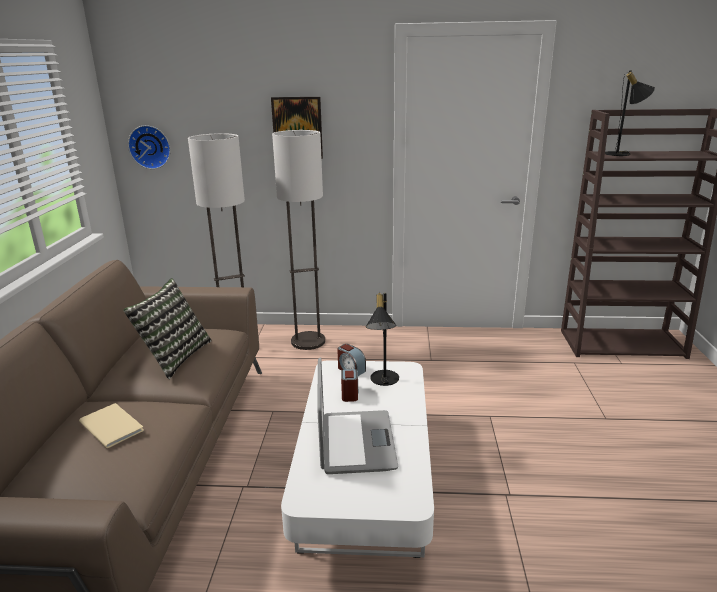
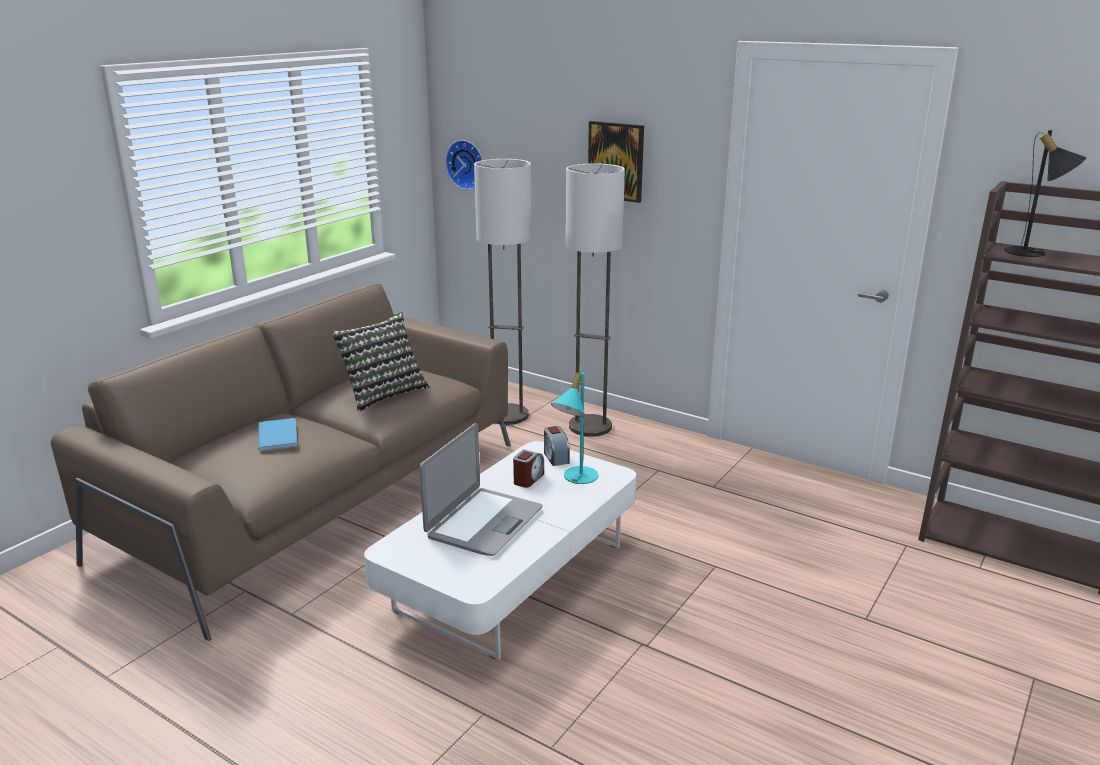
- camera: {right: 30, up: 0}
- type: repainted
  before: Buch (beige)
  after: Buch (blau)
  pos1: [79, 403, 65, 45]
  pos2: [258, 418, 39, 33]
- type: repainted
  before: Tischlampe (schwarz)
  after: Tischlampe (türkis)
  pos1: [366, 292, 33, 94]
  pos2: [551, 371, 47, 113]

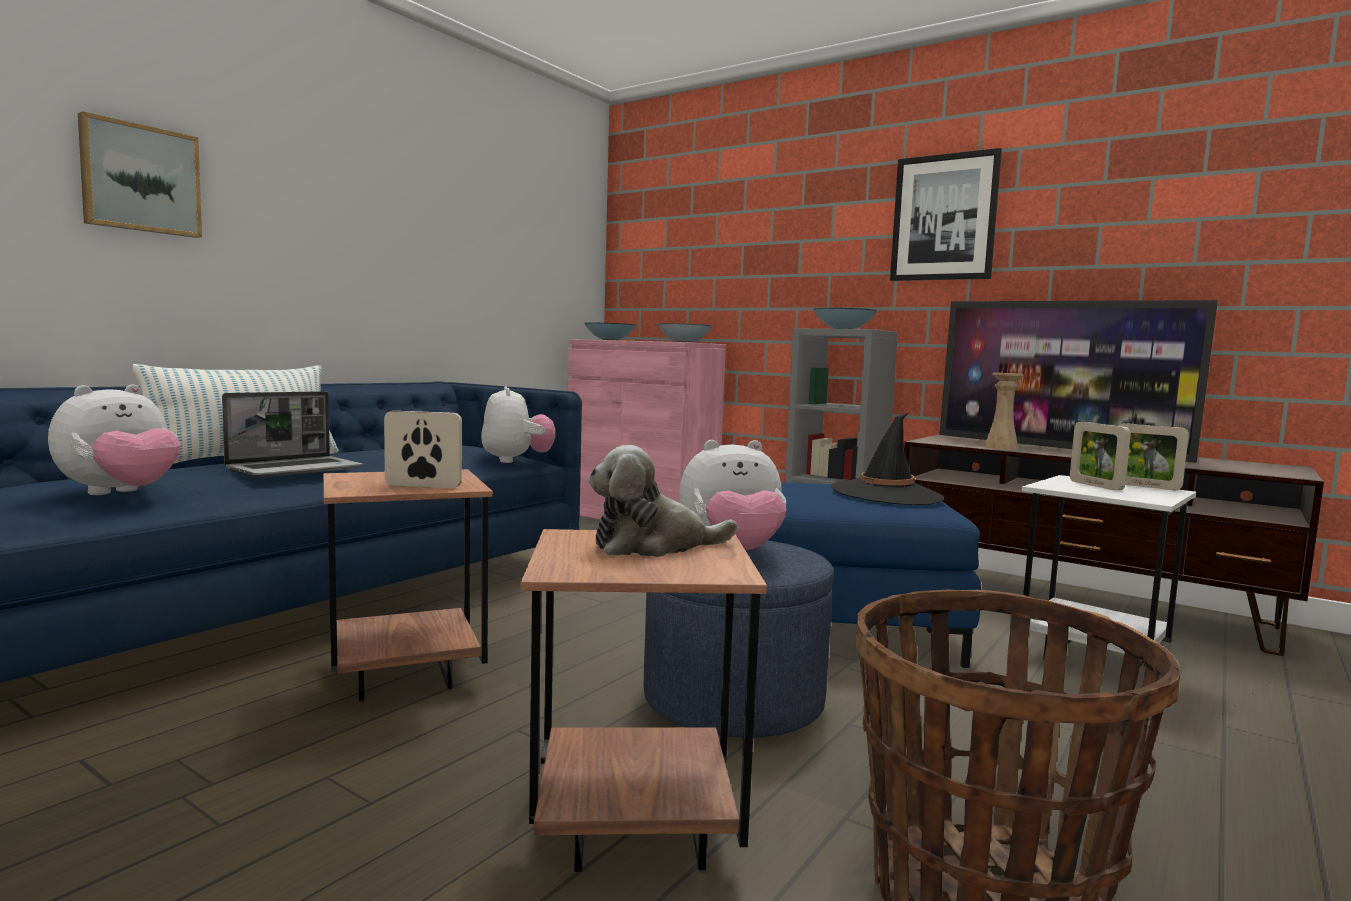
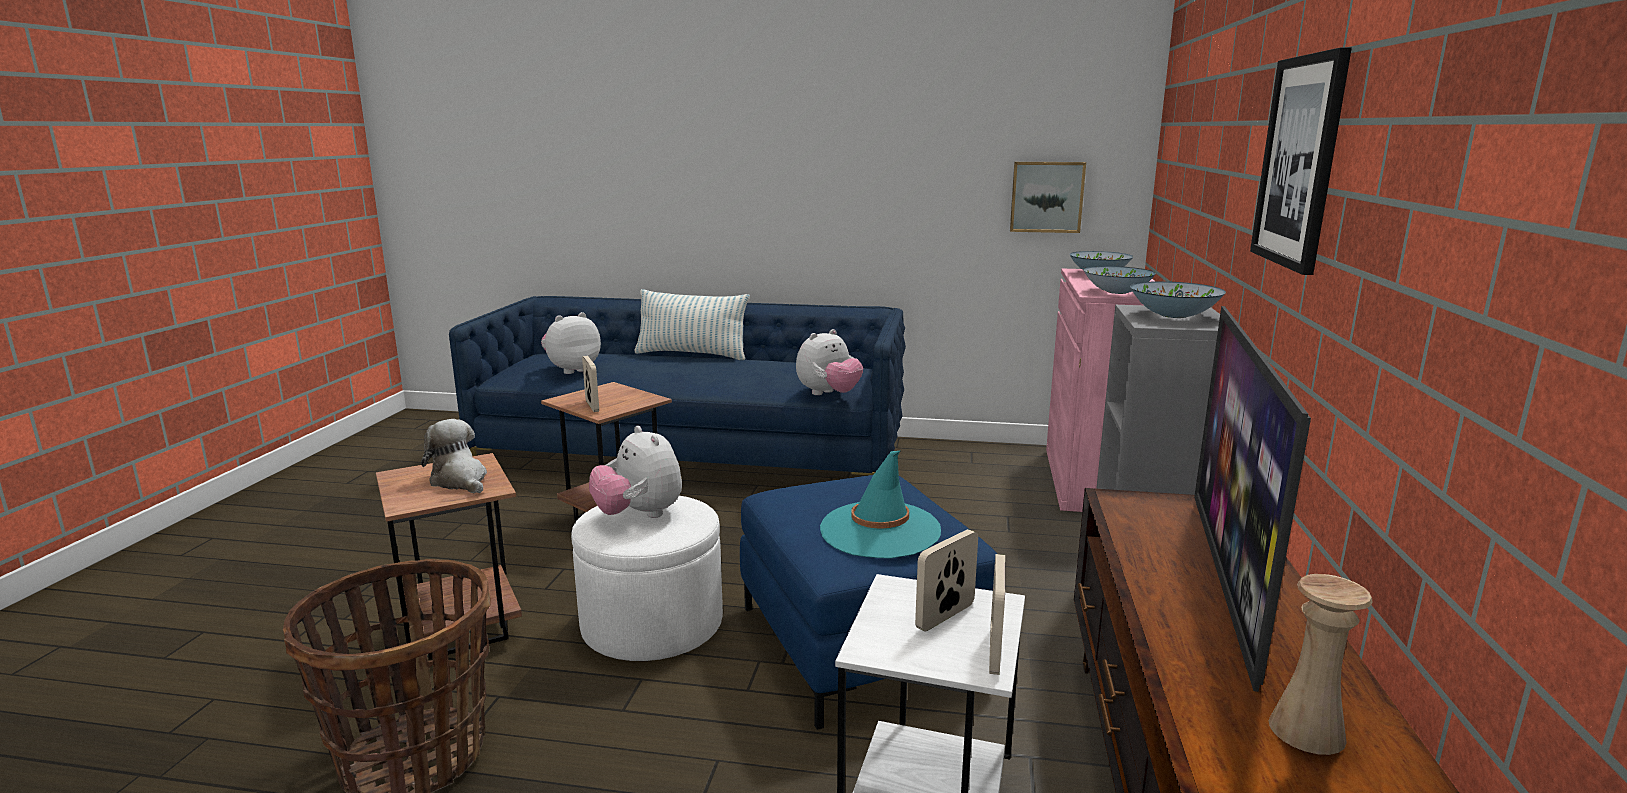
- camera: {right: 65, up: 10}
- type: rotated
  before: Plüschtier
  pos1: [48, 385, 133, 110]
  pos2: [541, 312, 60, 62]
  turn: 135
- type: repainted
  before: Polsterhocker (blau)
  after: Polsterhocker (weiß)
  pos1: [644, 540, 190, 198]
  pos2: [571, 496, 152, 165]
- type: repainted
  before: Hut (schwarz)
  after: Hut (türkis)
  pos1: [831, 413, 113, 92]
  pos2: [820, 451, 121, 108]
- type: shifted
  before: Bild
  pos1: [78, 111, 124, 127]
  pos2: [1010, 162, 76, 71]
- type: shifted
  before: Vase (beige)
  pos1: [984, 373, 39, 77]
  pos2: [1269, 574, 104, 181]
- type: gone
  before: Laptop
  pos1: [222, 391, 141, 87]

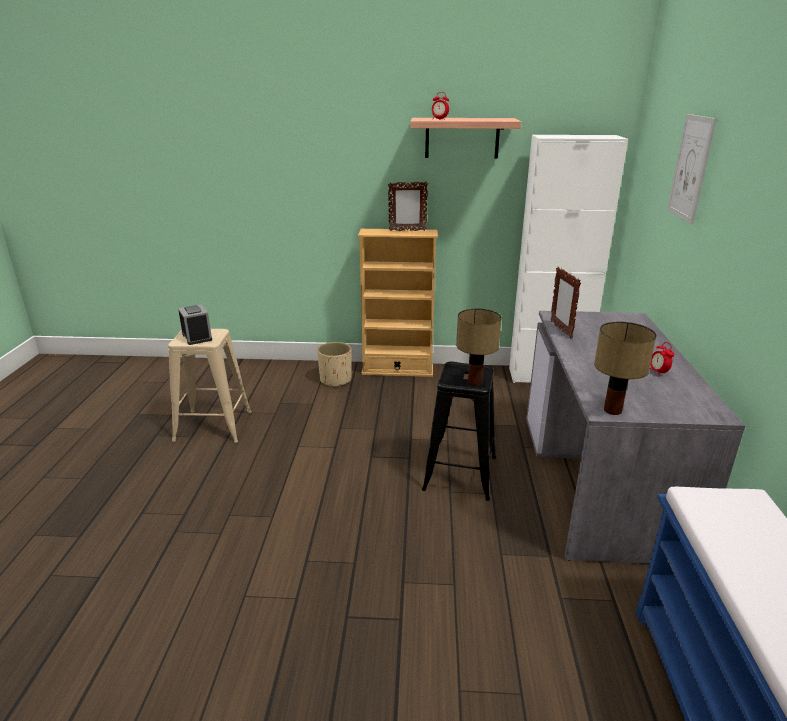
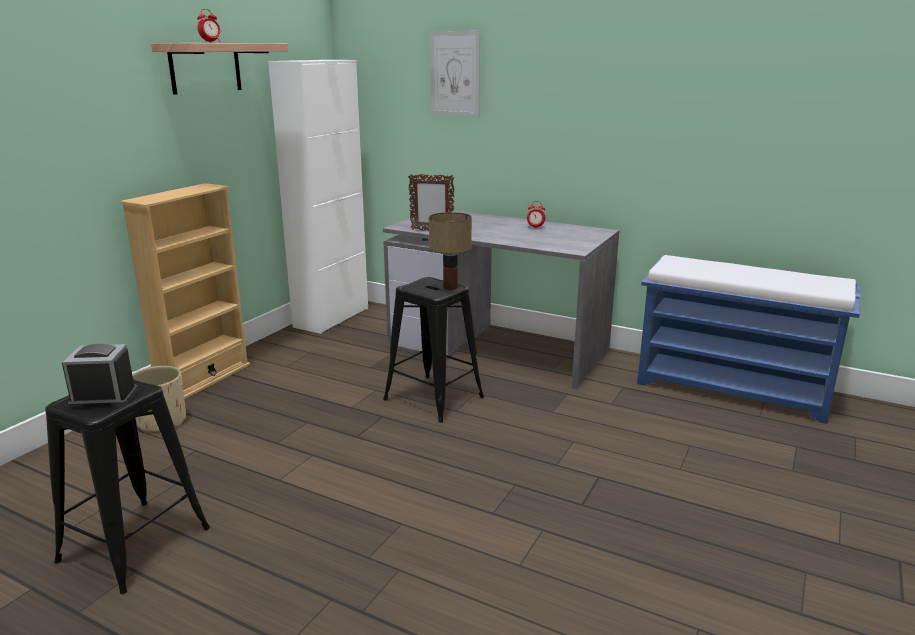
- camera: {right: -65, up: -5}
- type: repainted
  before: Hocker (beige)
  after: Hocker (schwarz)
  pos1: [168, 329, 84, 114]
  pos2: [45, 379, 165, 215]
- type: gone
  before: Bilderrahmen
  pos1: [388, 181, 40, 50]
- type: gone
  before: Tischlampe
  pos1: [594, 322, 63, 93]

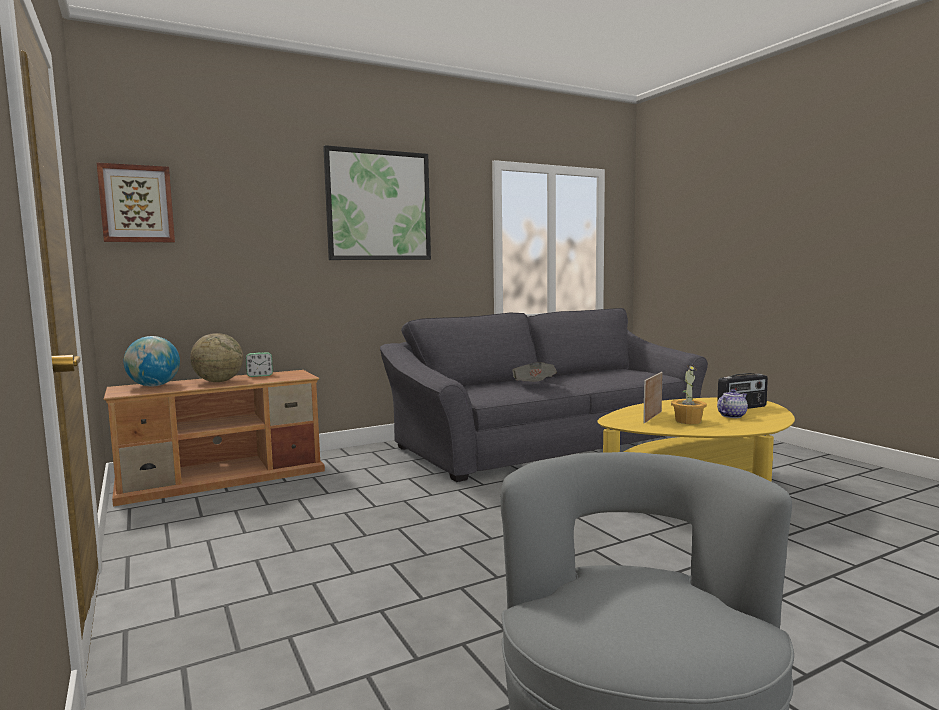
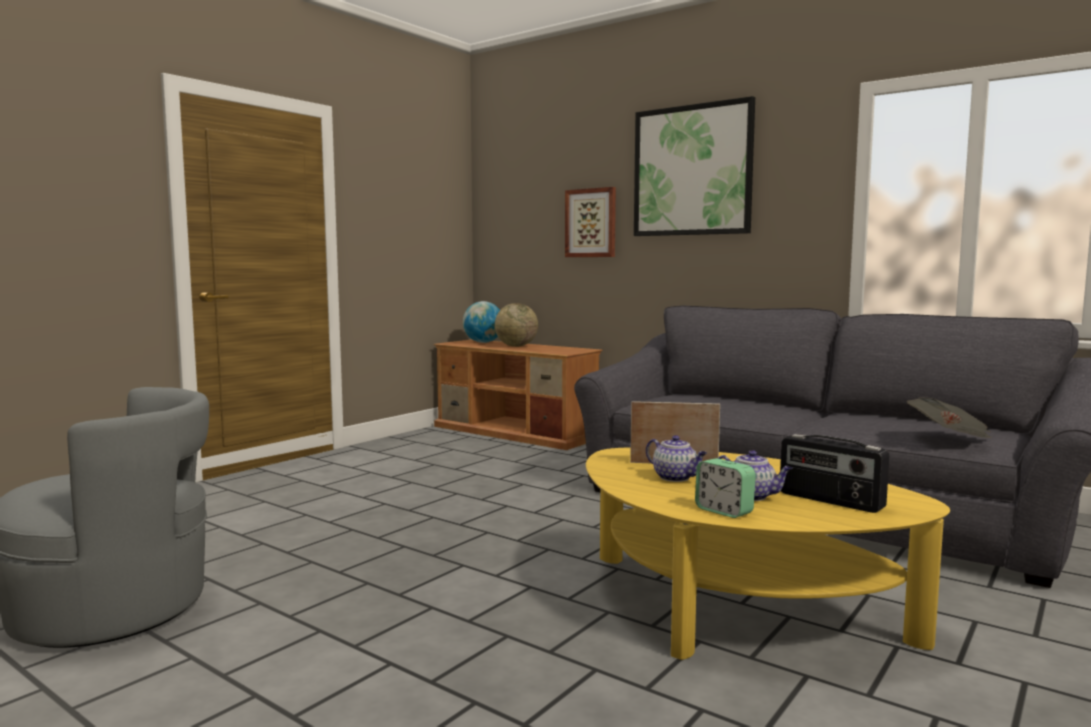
- camera: {right: 65, up: 0}
- type: shifted
  before: Bild
  pos1: [97, 163, 78, 79]
  pos2: [565, 187, 51, 70]
- type: swapped
  before: Topfpflanze
  after: Teekanne
  pos1: [671, 365, 36, 59]
  pos2: [646, 435, 61, 47]
- type: shifted
  before: Wecker
  pos1: [246, 352, 27, 25]
  pos2: [695, 458, 61, 60]
- type: shifted
  before: Zeitung
  pos1: [512, 362, 45, 20]
  pos2: [907, 398, 85, 40]

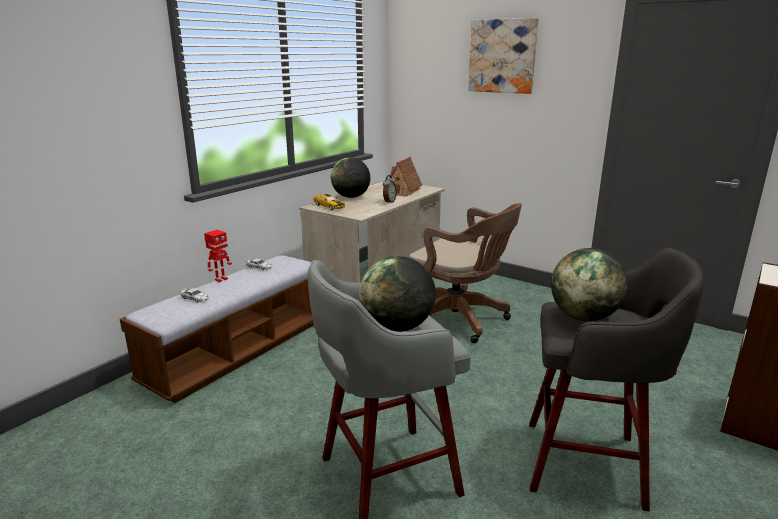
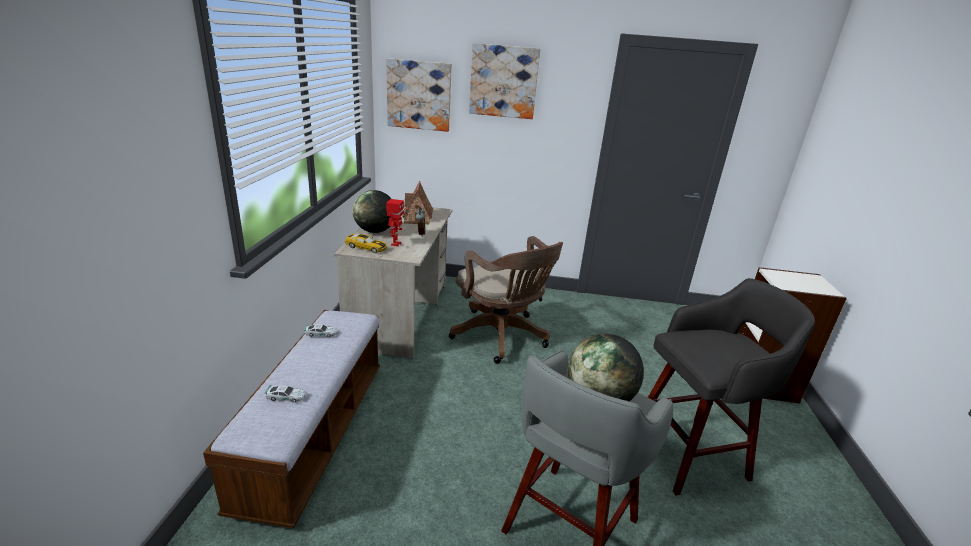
- camera: {right: -30, up: 5}
- type: new
  after: Bild
  pos2: [386, 59, 66, 73]
- type: shifted
  before: Spielzeugroboter
  pos1: [204, 230, 28, 52]
  pos2: [386, 199, 18, 47]
- type: rotated
  before: Bürostuhl (braun)
  pos1: [409, 203, 113, 140]
  pos2: [449, 236, 114, 128]
  turn: 45
- type: gone
  before: Globus
  pos1: [551, 248, 76, 73]

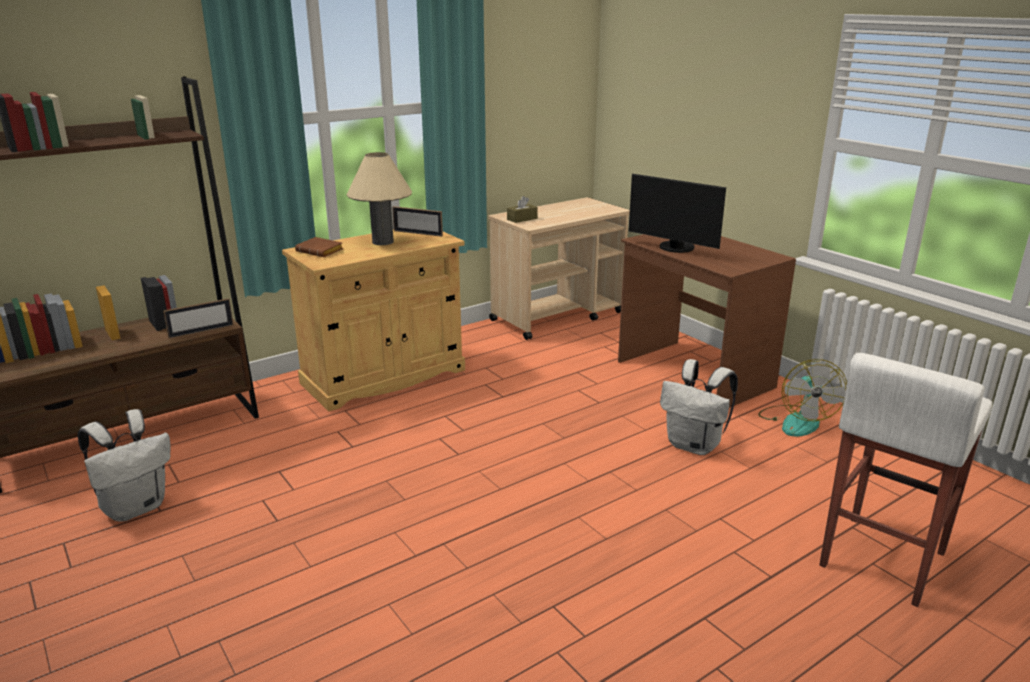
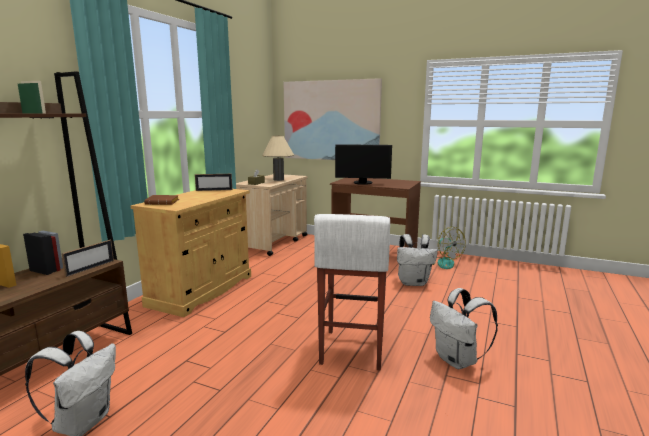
- camera: {right: -30, up: -10}
- type: shifted
  before: Tischlampe (beige)
  pos1: [347, 152, 65, 93]
  pos2: [262, 136, 32, 45]
- type: new
  after: Bild
  pos2: [283, 78, 99, 82]
- type: shifted
  before: Hocker (weiß)
  pos1: [819, 353, 173, 254]
  pos2: [314, 214, 76, 156]
- type: new
  after: Rucksack (weiß)
  pos2: [430, 288, 68, 81]

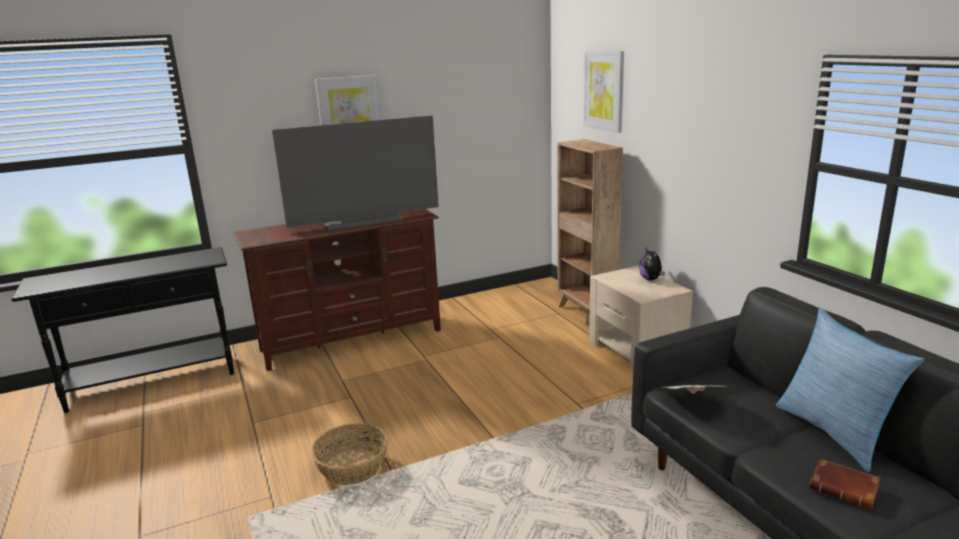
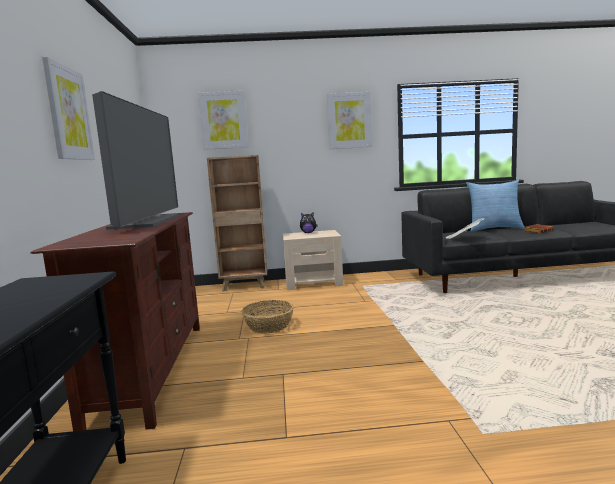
- camera: {right: -70, up: -10}
- type: shifted
  before: Korb
  pos1: [311, 423, 77, 62]
  pos2: [241, 300, 53, 34]
- type: new
  after: Bild
  pos2: [327, 92, 45, 57]

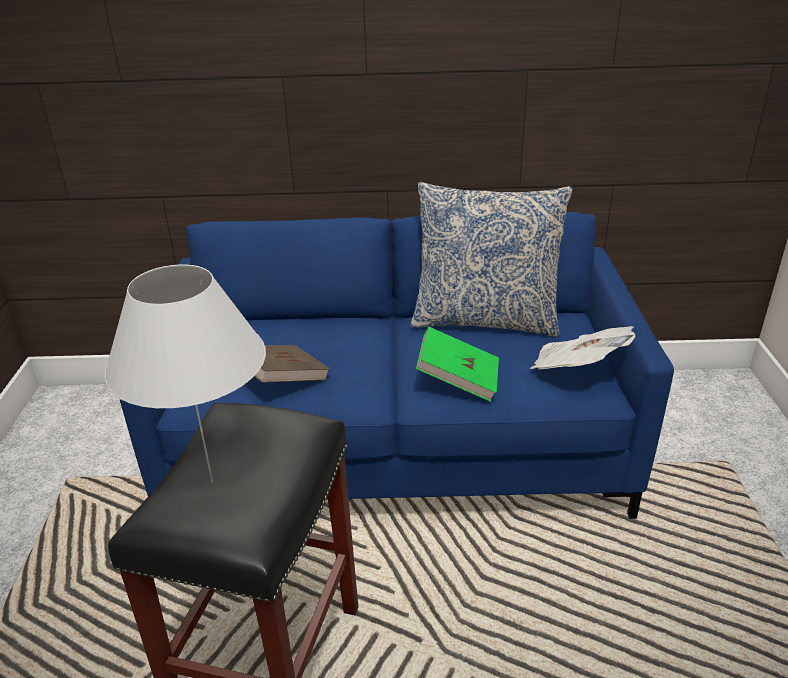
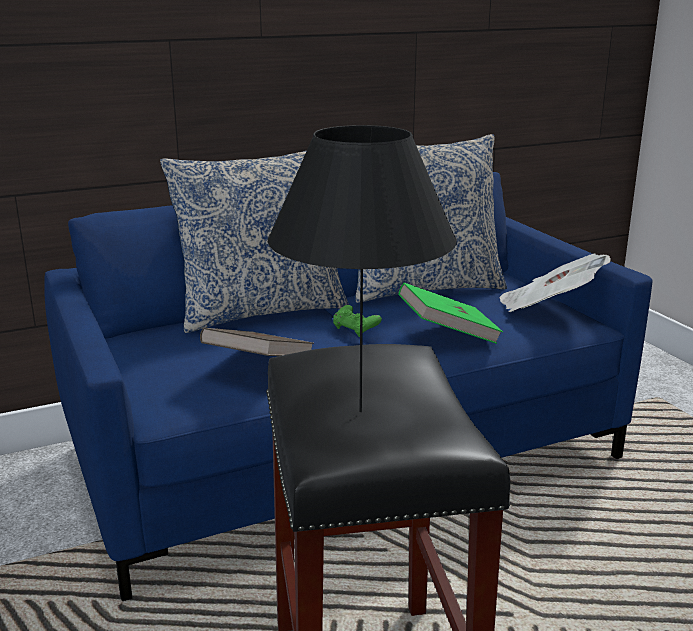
- camera: {right: -25, up: -10}
- type: new
  after: Kissen
  pos2: [160, 151, 189, 182]
- type: repainted
  before: Tischlampe (weiß)
  after: Tischlampe (schwarz)
  pos1: [104, 265, 162, 218]
  pos2: [268, 125, 189, 287]
- type: new
  after: Gamepad (grün)
  pos2: [333, 305, 49, 32]

